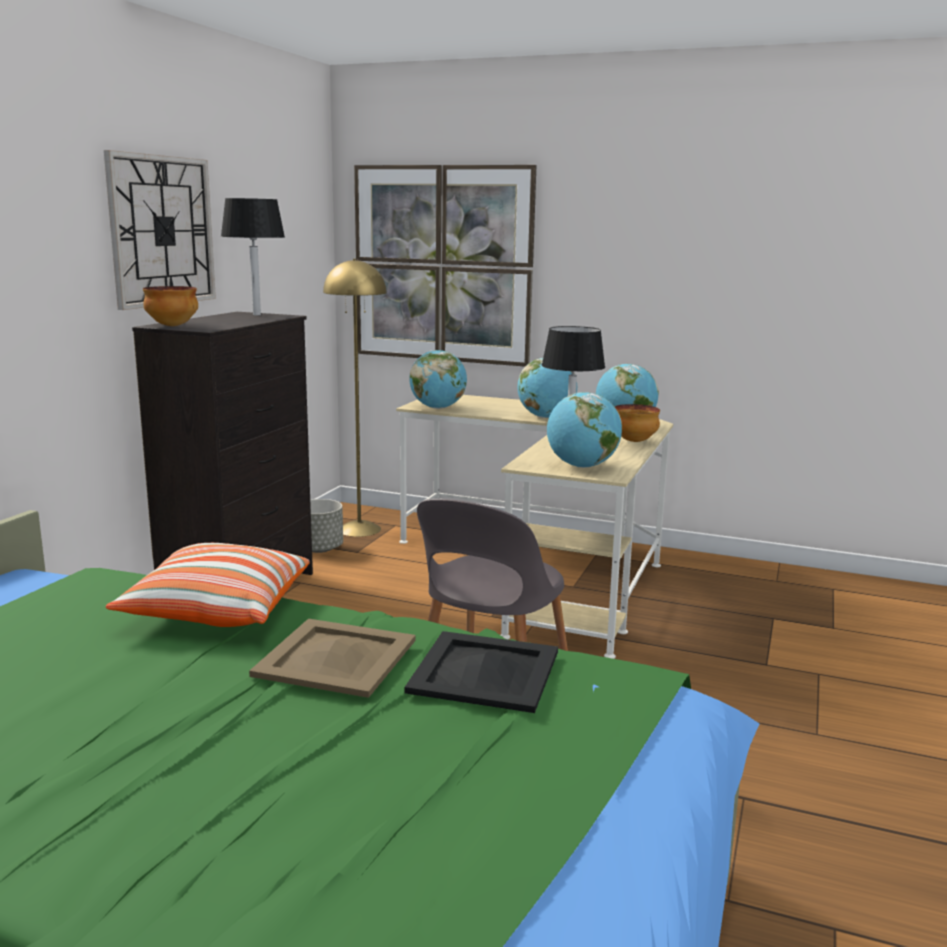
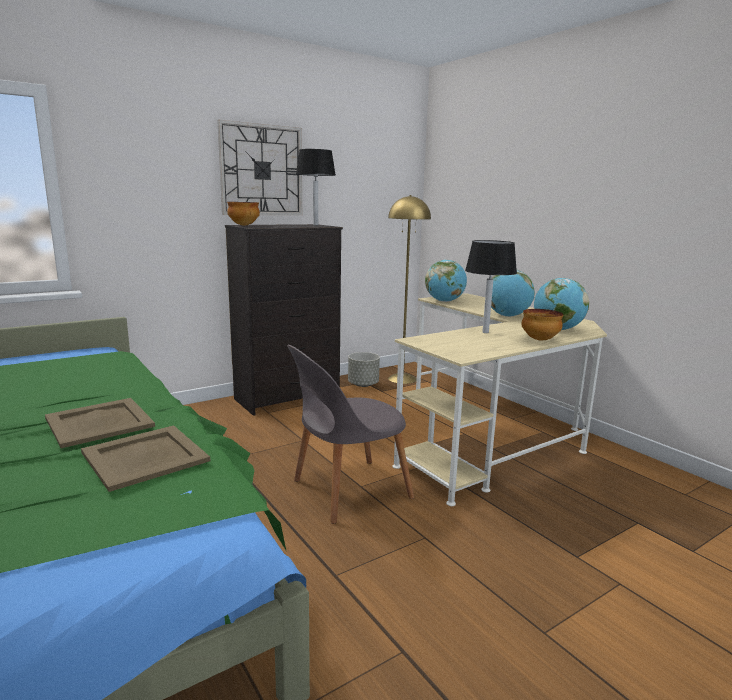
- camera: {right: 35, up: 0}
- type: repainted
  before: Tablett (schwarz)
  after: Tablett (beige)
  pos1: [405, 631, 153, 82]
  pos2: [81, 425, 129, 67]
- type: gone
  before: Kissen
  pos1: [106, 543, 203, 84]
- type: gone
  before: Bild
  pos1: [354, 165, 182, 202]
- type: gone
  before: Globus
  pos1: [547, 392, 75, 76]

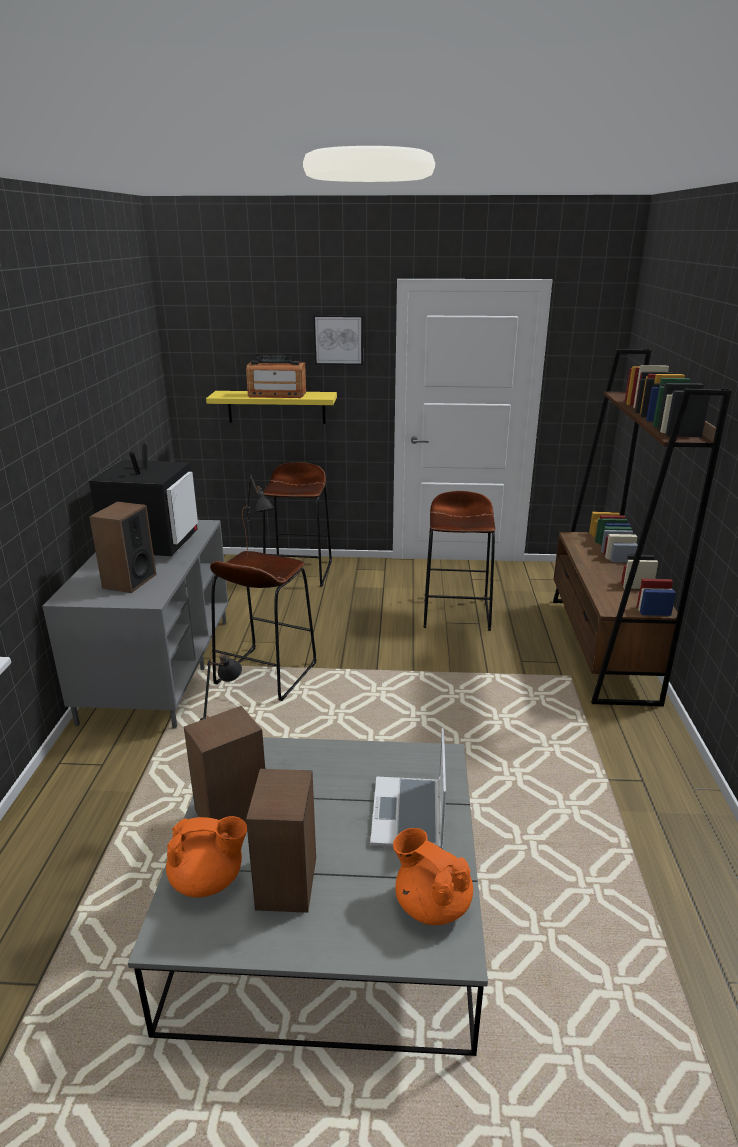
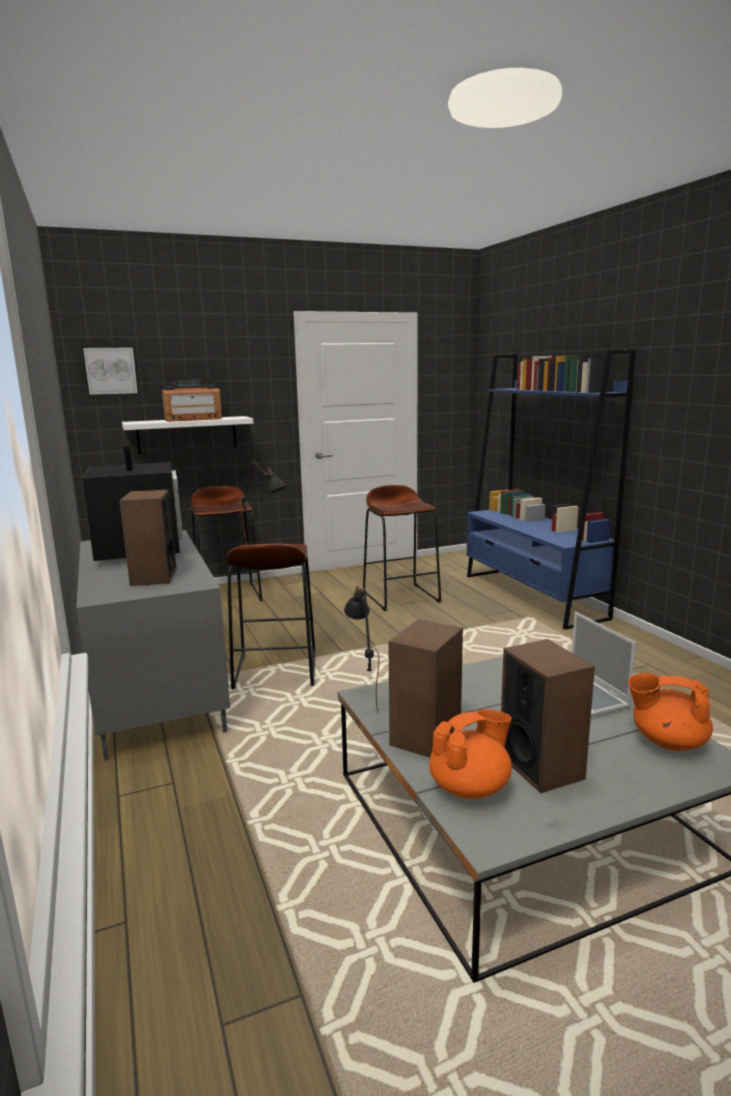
- camera: {right: -25, up: -10}
- type: shifted
  before: Bild
  pos1: [313, 315, 50, 50]
  pos2: [81, 346, 59, 50]
- type: repainted
  before: Wandregal (gelb)
  after: Wandregal (weiß)
  pos1: [206, 391, 131, 33]
  pos2: [122, 416, 131, 38]
- type: repainted
  before: Bücherregal (braun)
  after: Bücherregal (blau)
  pos1: [553, 349, 179, 357]
  pos2: [467, 349, 169, 281]

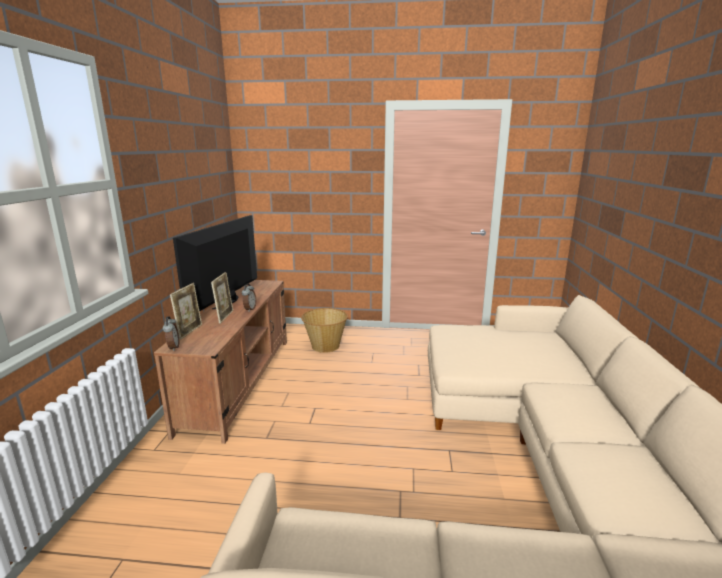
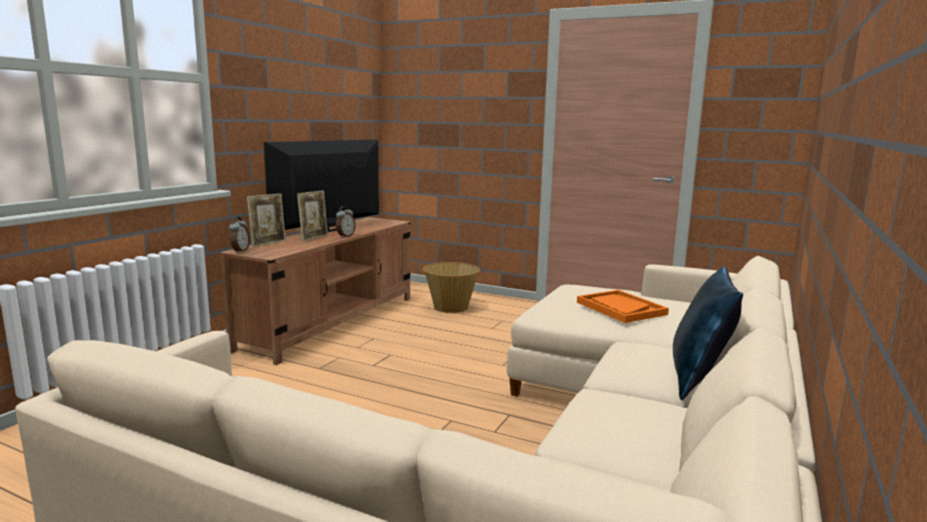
- camera: {right: 20, up: -5}
- type: new
  after: Tablett (orange)
  pos2: [577, 290, 92, 33]
- type: new
  after: Kissen (blau)
  pos2: [673, 266, 70, 134]

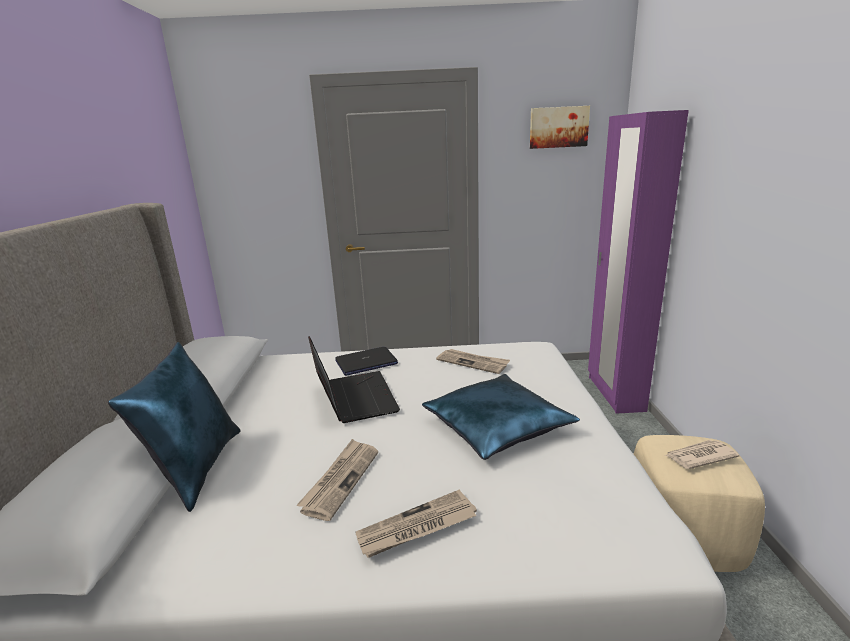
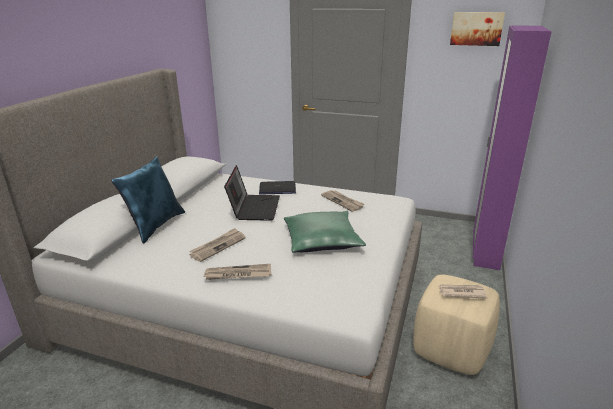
- camera: {right: 20, up: 5}
- type: repainted
  before: Kissen (blau)
  after: Kissen (grün)
  pos1: [422, 374, 158, 86]
  pos2: [284, 211, 82, 42]

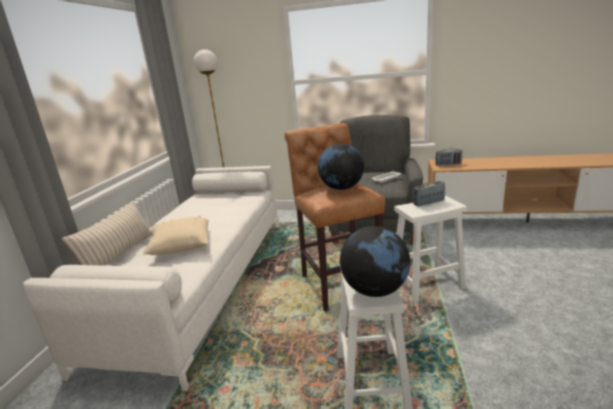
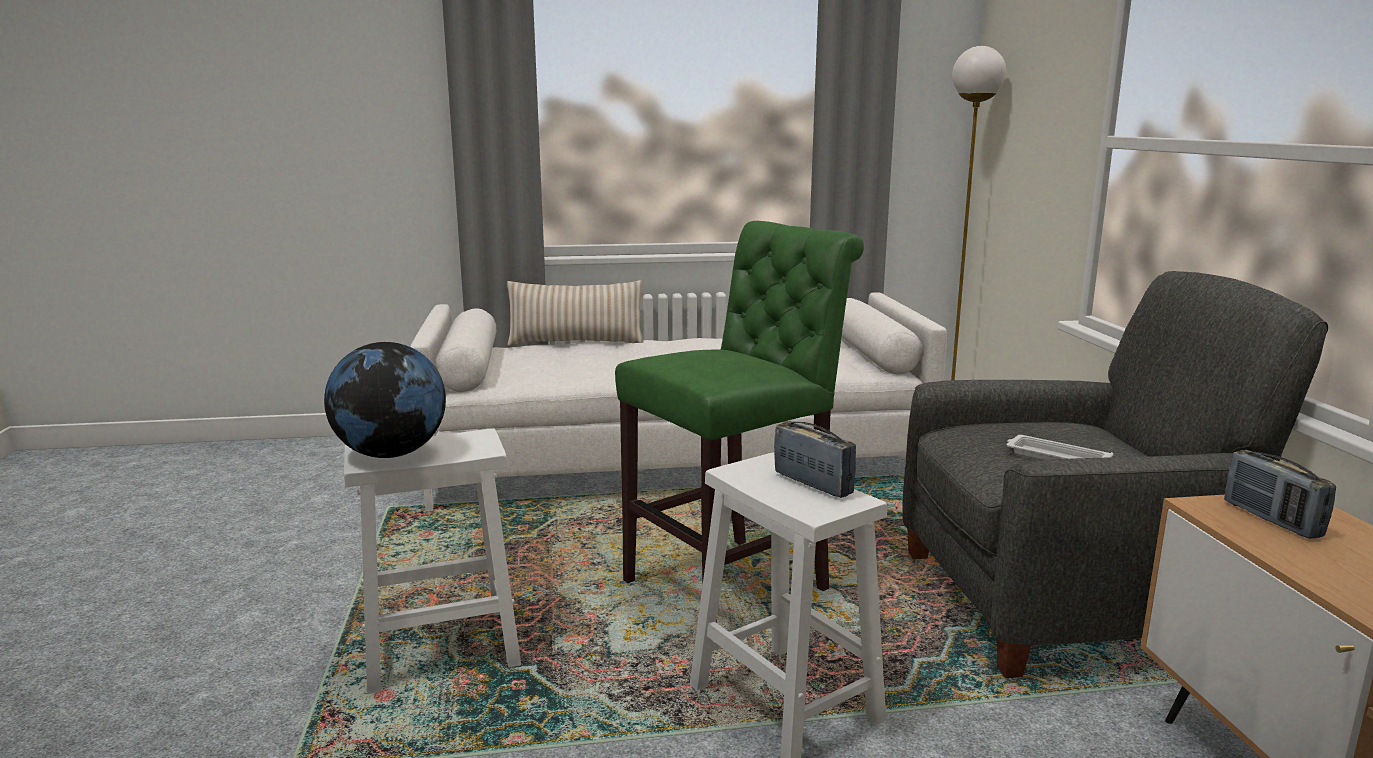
- camera: {right: 70, up: -5}
- type: repainted
  before: Hocker (braun)
  after: Hocker (grün)
  pos1: [284, 123, 101, 188]
  pos2: [615, 221, 249, 402]
- type: gone
  before: Kissen (beige)
  pos1: [143, 216, 66, 39]
- type: gone
  before: Globus
  pos1: [318, 143, 46, 47]

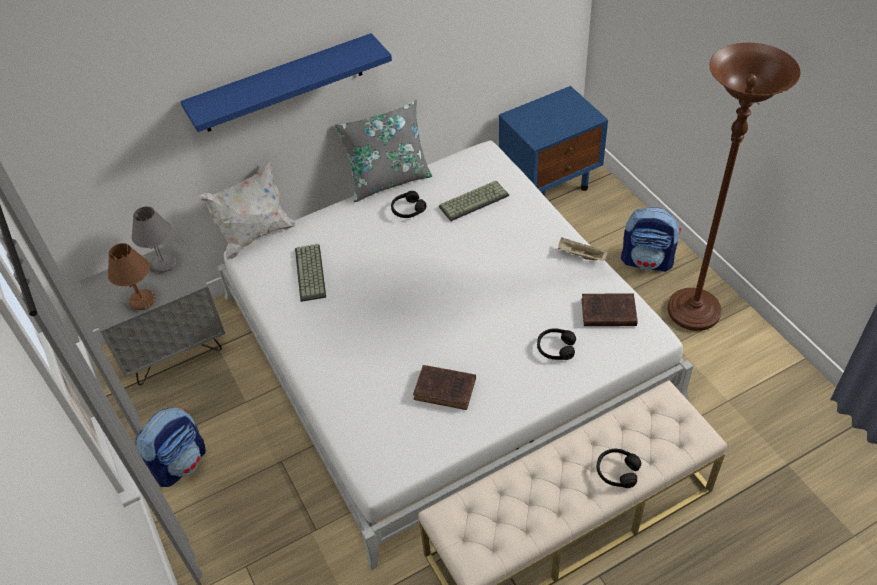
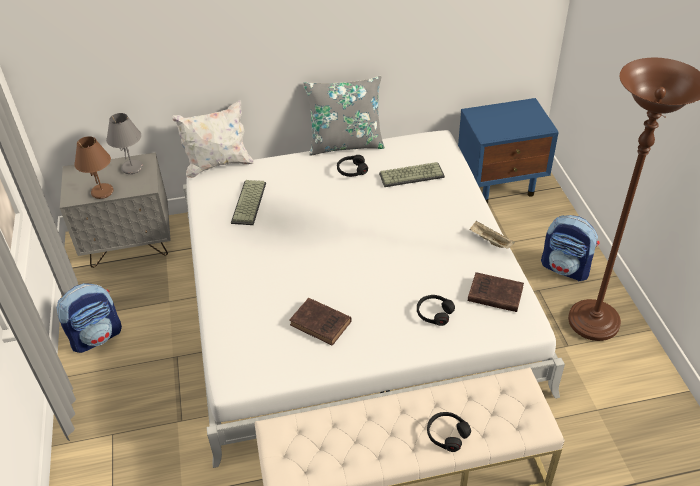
- camera: {right: 15, up: -5}
- type: gone
  before: Wandregal (blau)
  pos1: [180, 33, 212, 99]

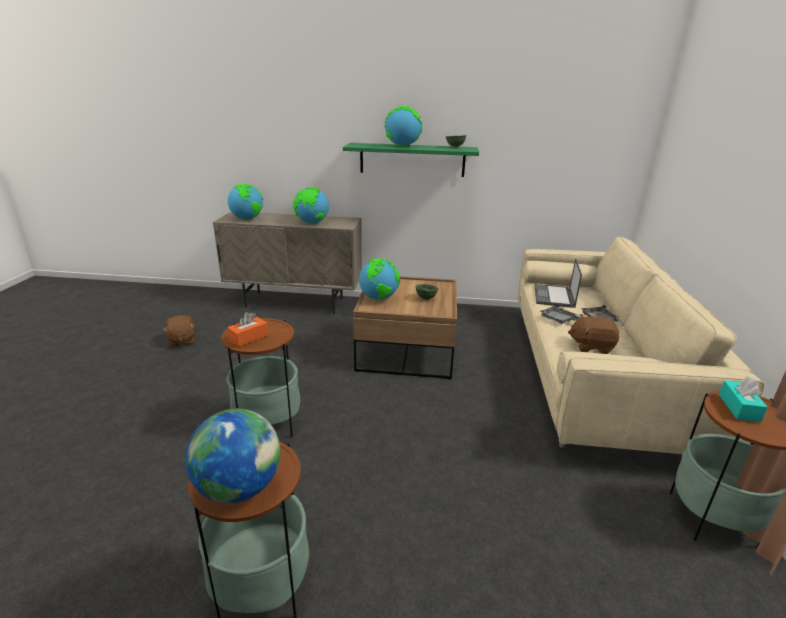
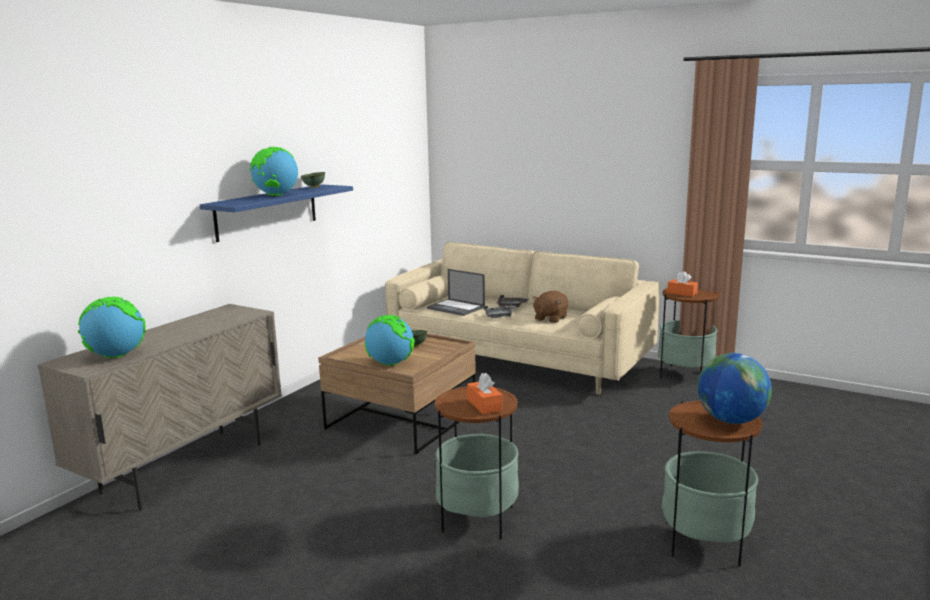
- camera: {right: -65, up: -10}
- type: repainted
  before: Wandregal (grün)
  after: Wandregal (blau)
  pos1: [343, 143, 136, 34]
  pos2: [200, 184, 153, 58]
- type: repainted
  before: Taschentuchbox (türkis)
  after: Taschentuchbox (orange)
  pos1: [719, 377, 49, 45]
  pos2: [667, 271, 31, 26]
- type: gone
  before: Plüschtier (braun)
  pos1: [163, 315, 32, 32]
- type: gone
  before: Globus
  pos1: [293, 187, 36, 37]

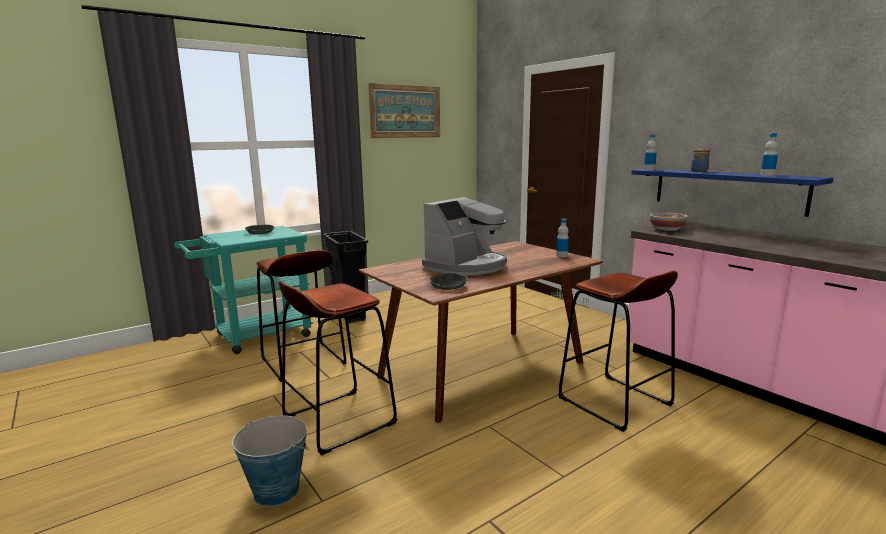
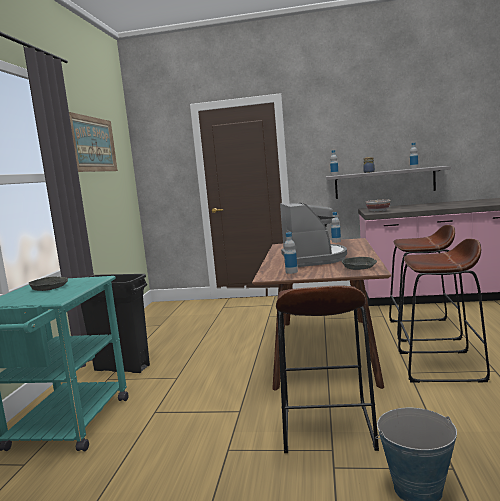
- camera: {right: -45, up: -5}
- type: new
  after: Flasche
  pos2: [284, 232, 14, 42]
- type: repainted
  before: Wandregal (blau)
  after: Wandregal (grau)
  pos1: [631, 169, 202, 48]
  pos2: [326, 166, 125, 33]
- type: shifted
  before: Hocker (braun)
  pos1: [257, 250, 90, 132]
  pos2: [398, 239, 92, 144]

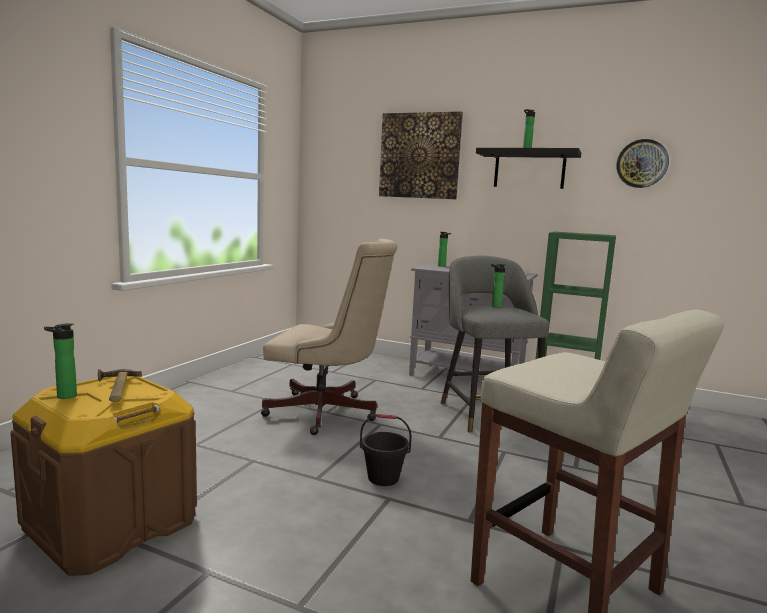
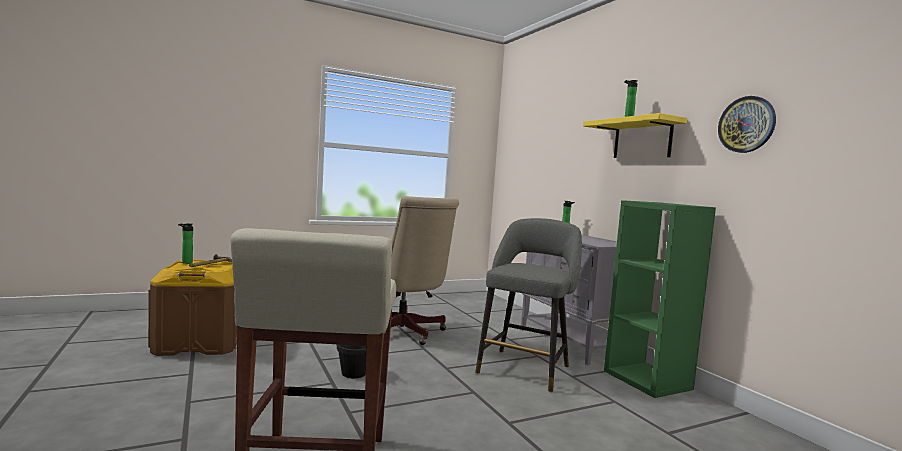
- camera: {right: 40, up: -5}
- type: repainted
  before: Wandregal (schwarz)
  after: Wandregal (gelb)
  pos1: [476, 148, 105, 41]
  pos2: [583, 113, 104, 45]
- type: gone
  before: Bild
  pos1: [379, 111, 84, 88]
- type: gone
  before: Flasche
  pos1: [491, 264, 14, 43]

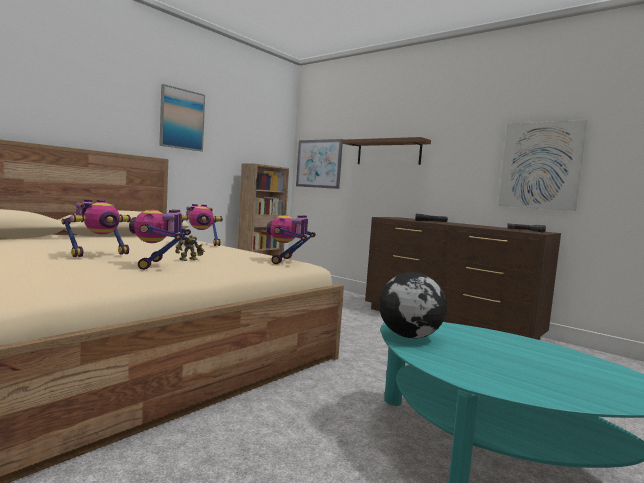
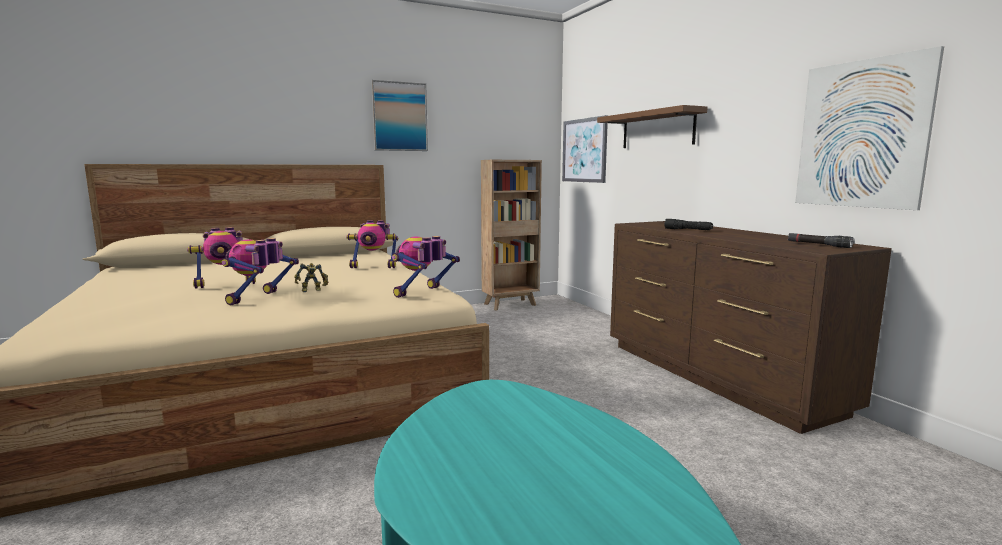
- camera: {right: 25, up: 5}
- type: gone
  before: Globus
  pos1: [379, 272, 68, 66]

